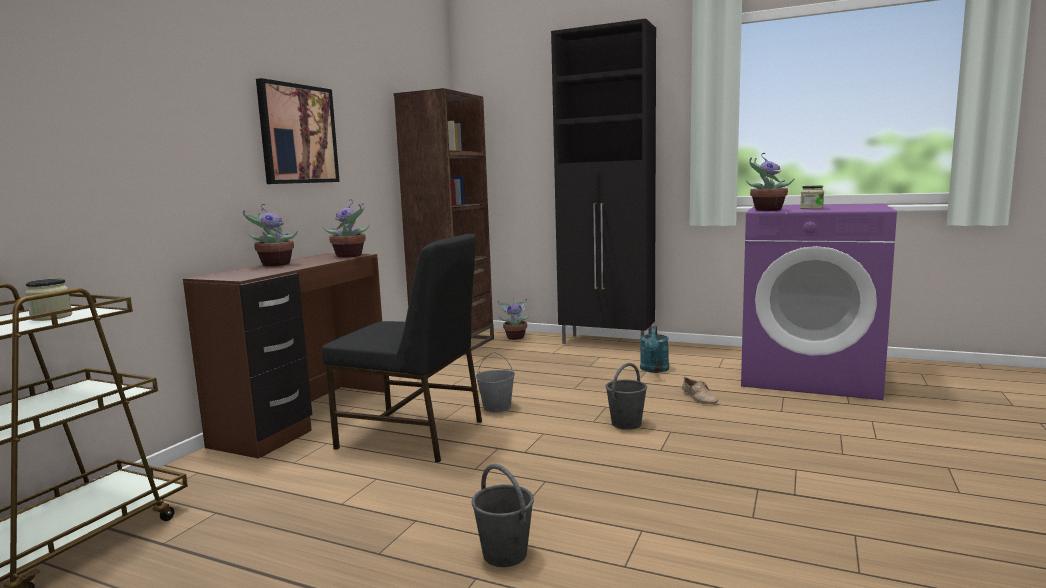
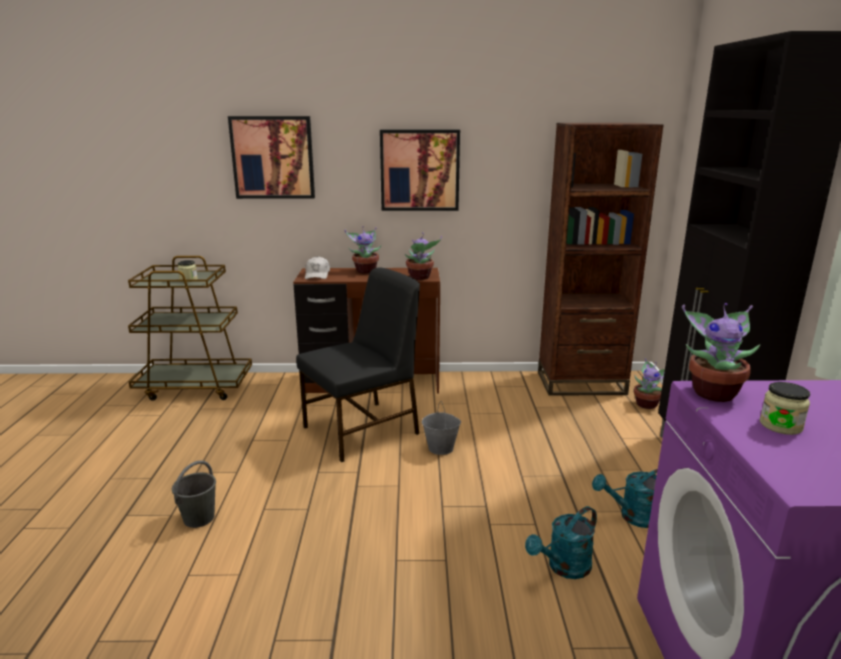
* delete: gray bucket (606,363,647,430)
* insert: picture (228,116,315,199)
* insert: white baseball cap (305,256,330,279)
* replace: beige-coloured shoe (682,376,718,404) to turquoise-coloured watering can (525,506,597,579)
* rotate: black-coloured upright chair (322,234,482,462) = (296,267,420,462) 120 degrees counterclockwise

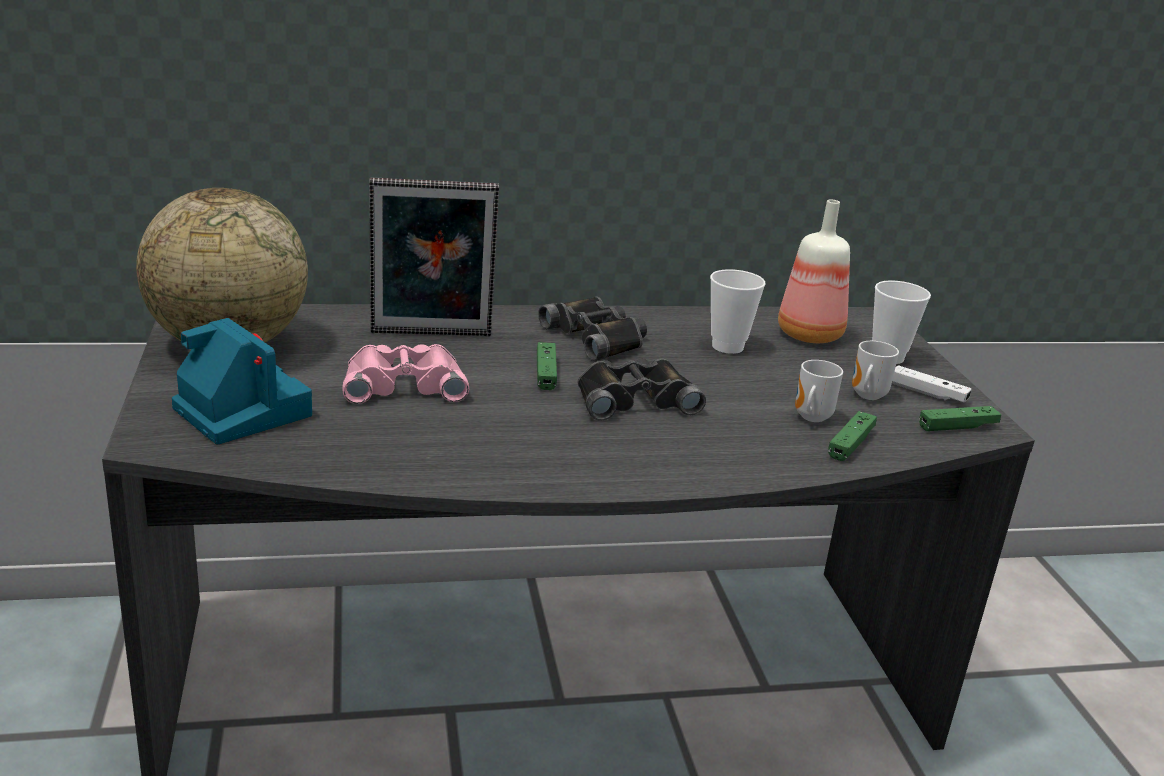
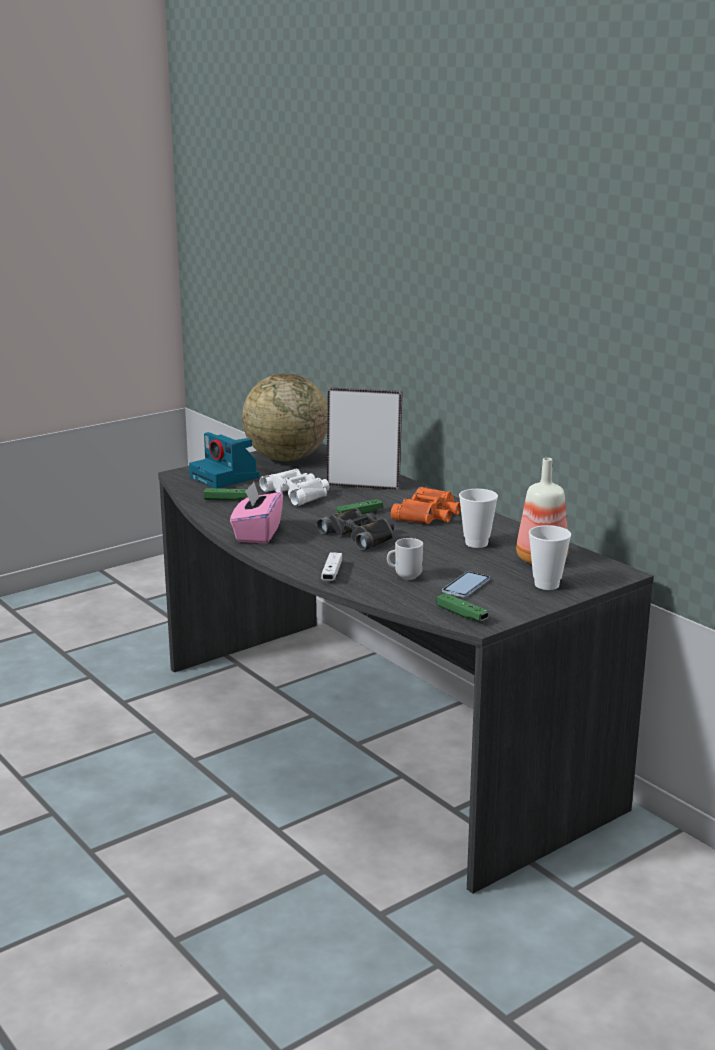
* insert: pink-coloured tissue box (230,482,283,544)
* move: green joypad (828,411,877,461) to (203,488,248,501)
* move: white joypad (892,365,971,402) to (321,552,342,581)
* replace: mug (852,341,899,400) to phone (442,571,490,597)
* recolor: pink-coloured pair of binoculars (342,344,469,404) to white pair of binoculars (259,469,329,506)
* recolor: black-coloured pair of binoculars (538,297,647,361) to orange pair of binoculars (391,487,461,524)
* rotate: still camera (172,318,312,445) = (189,432,260,488) 120 degrees clockwise
* rotate: picture frame (369,178,499,336) = (327,387,402,490) 135 degrees clockwise

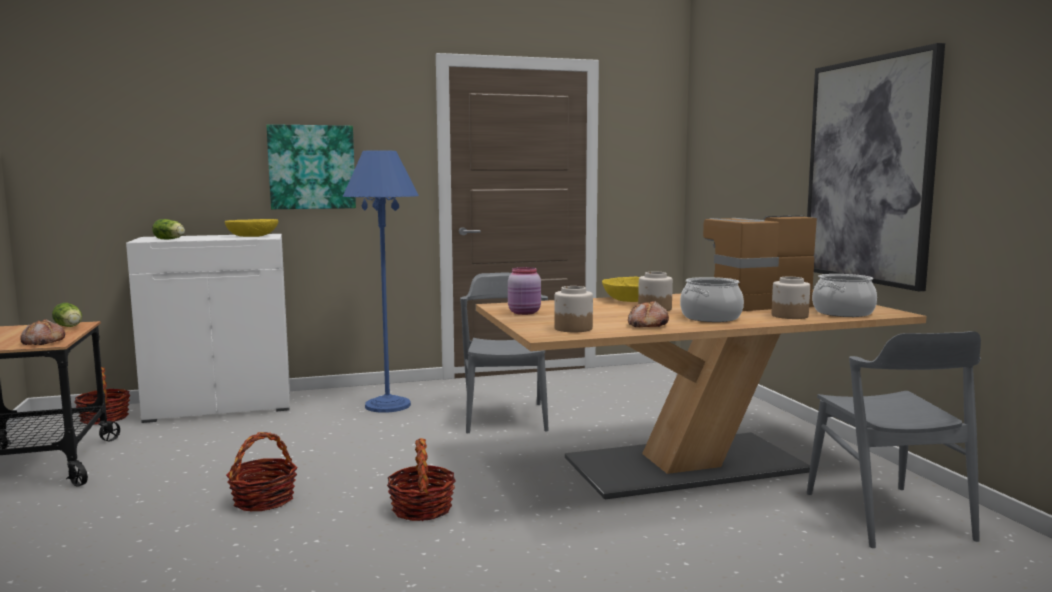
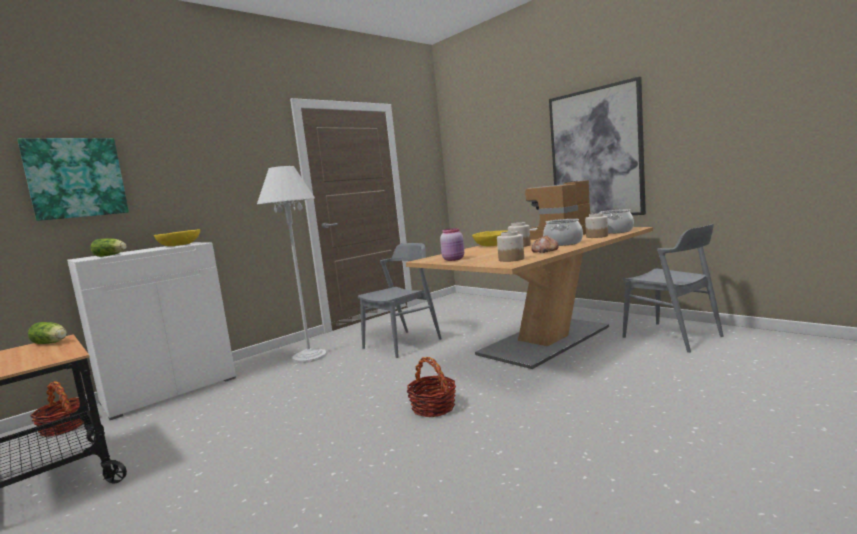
* delete: bakery bread (20,319,65,345)
* delete: storage basket (226,432,298,512)
* move: picture (266,124,356,209) to (17,138,129,221)
* recolor: bluish standing lamp (342,150,419,413) to white standing lamp (257,166,327,363)
* rotate: gray upright chair (460,273,549,433) = (358,243,442,358) 75 degrees clockwise

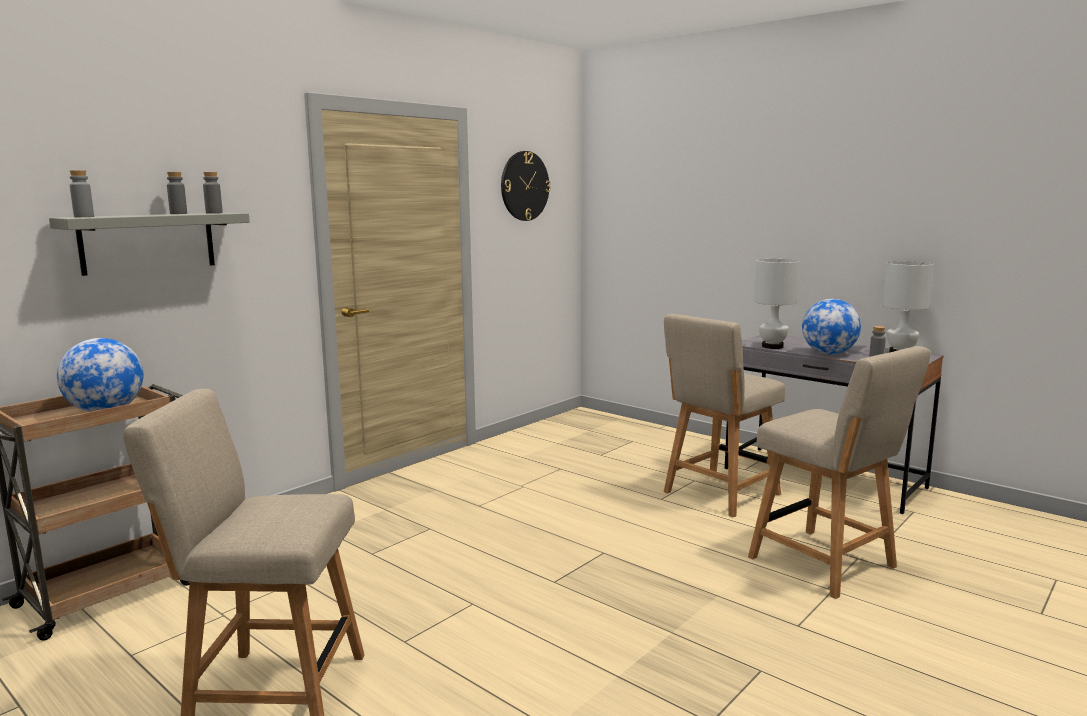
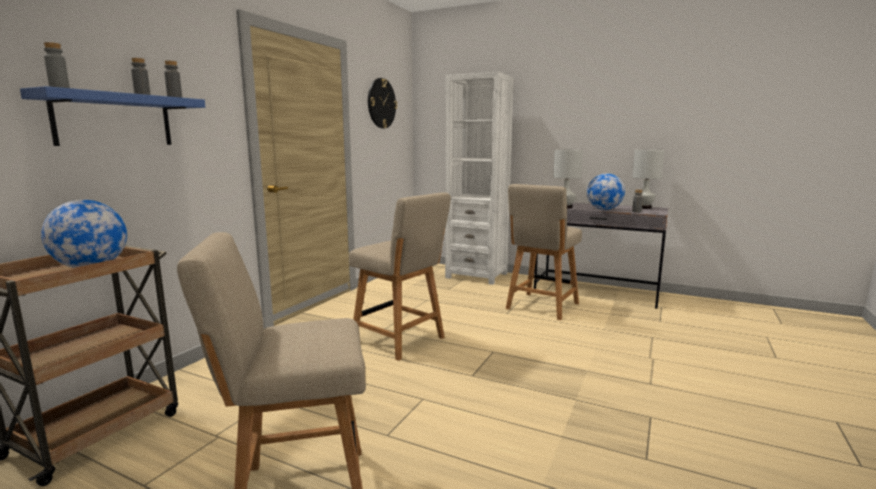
* insert: white bookshelf (445,72,514,285)
* move: beige-coloured upright chair (748,346,931,599) to (349,192,451,361)
* recolor: gray bracket shelf (49,213,250,276) to bluish bracket shelf (20,86,205,146)

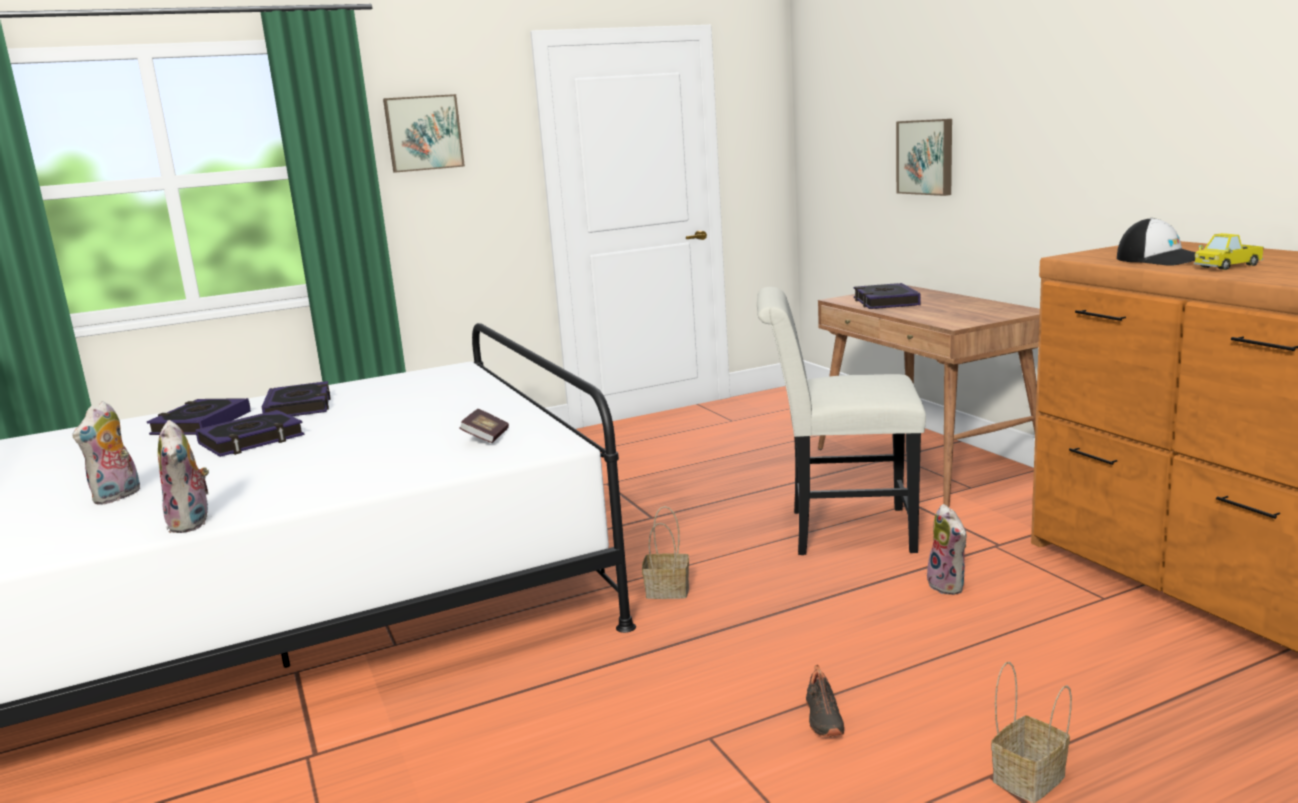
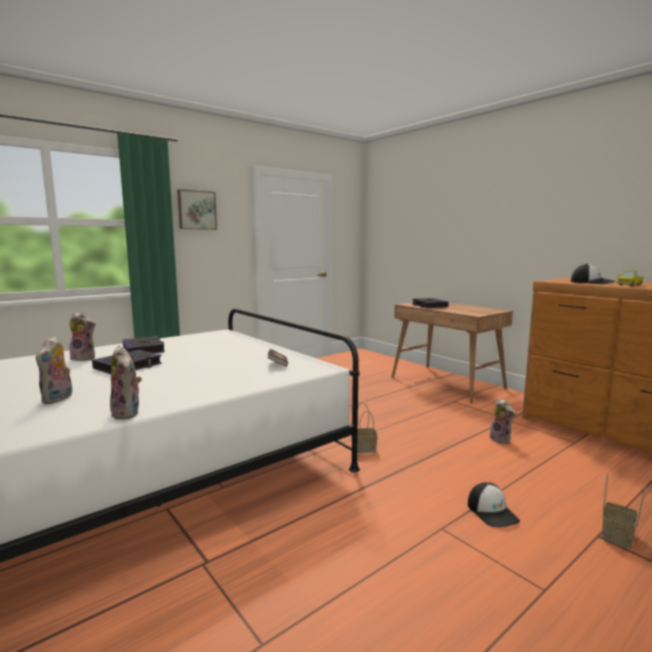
* delete: white upright chair (757,287,926,555)
* delete: picture (896,119,952,196)
* replace: bound book (147,398,251,435) to plush toy (69,312,95,361)
* replace: black-coloured shoe (806,665,844,736) to baseball cap (468,482,520,527)

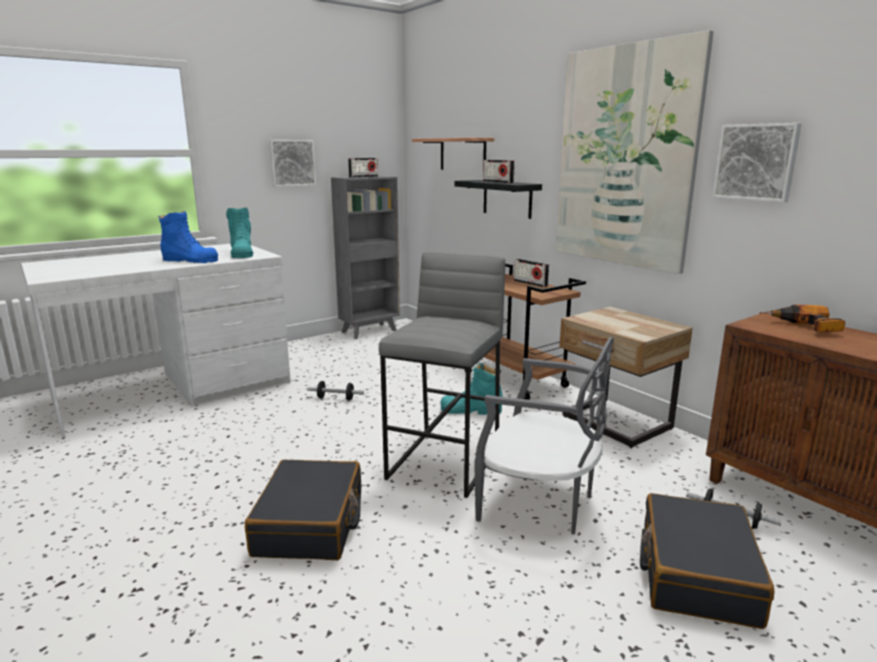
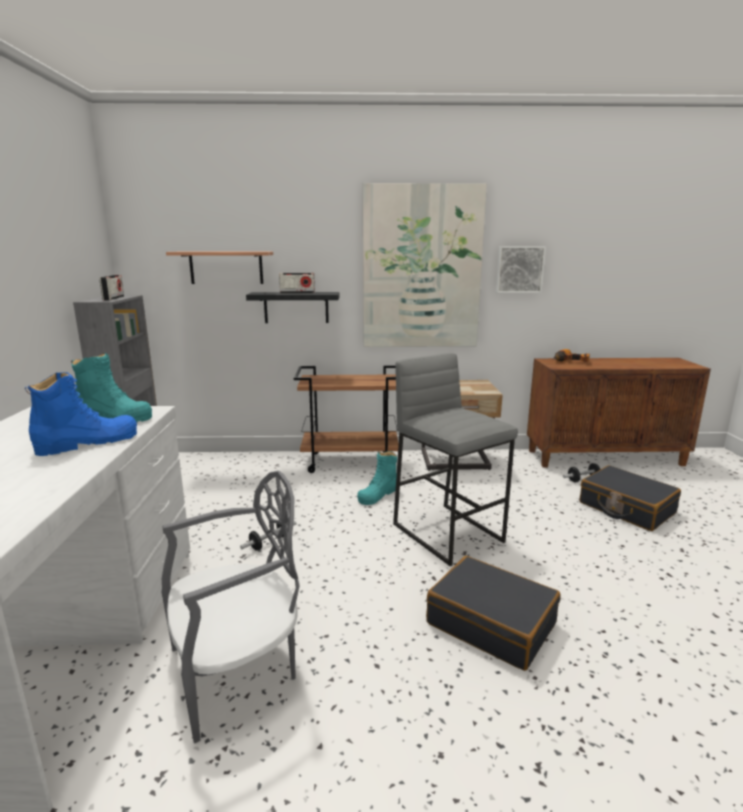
* delete: picture (269,140,316,187)
* delete: radio set (514,259,549,287)
* move: gray upright chair (474,337,614,534) to (162,470,300,743)

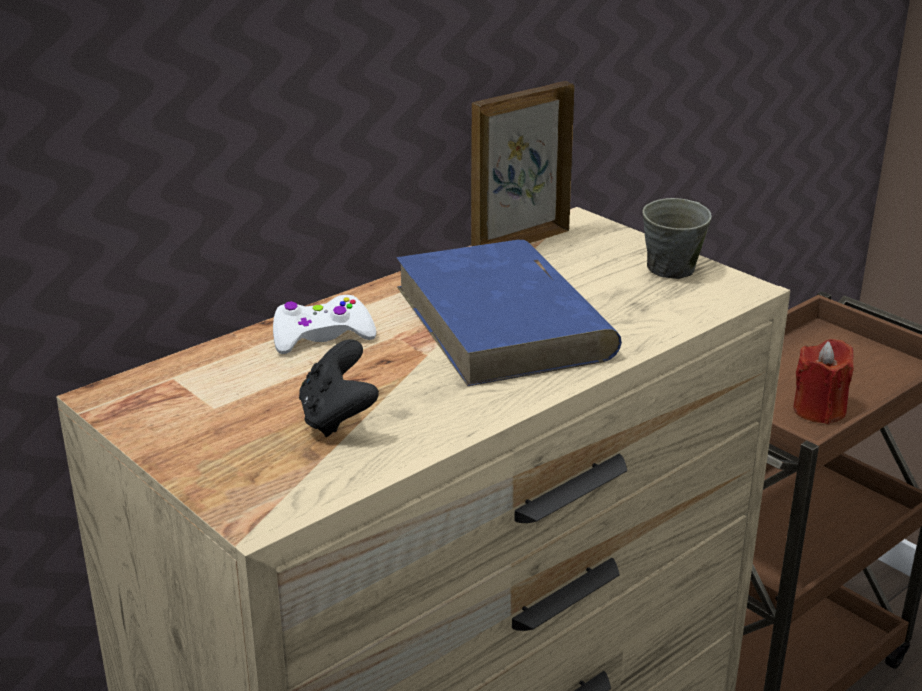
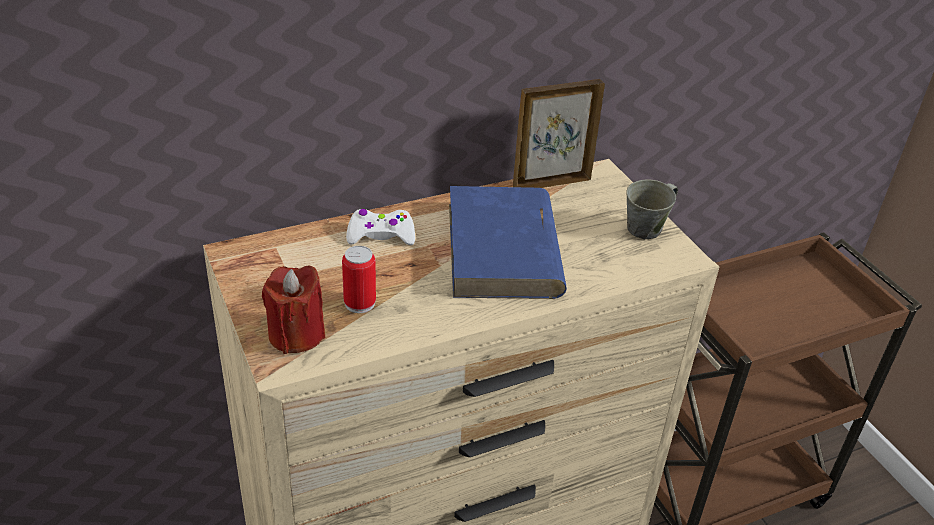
* move: reddish wax candle (793,339,854,424) to (262,265,326,354)
* replace: black-coloured joypad (299,339,379,437) to can (342,246,376,313)

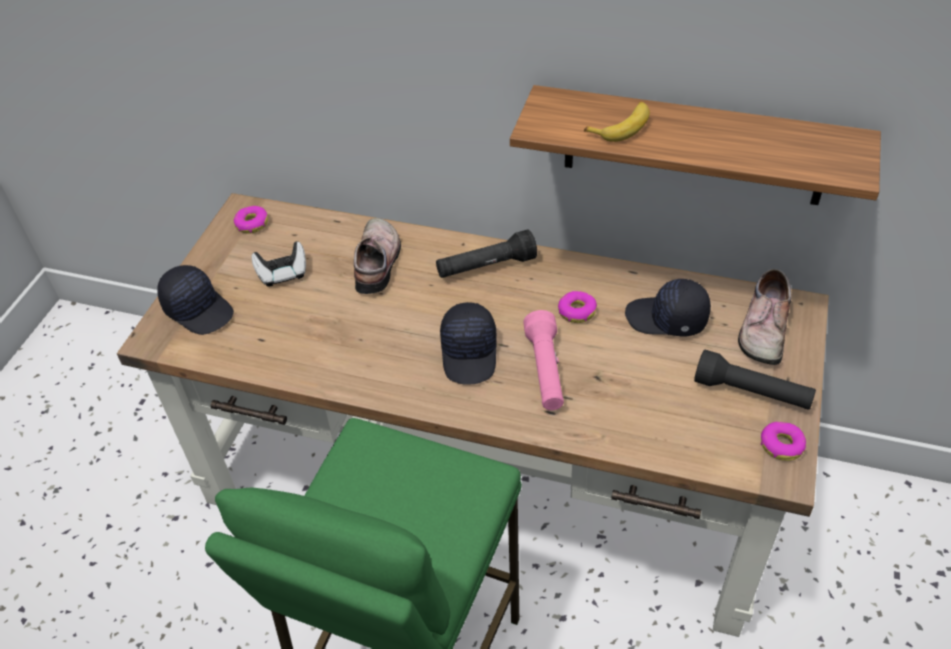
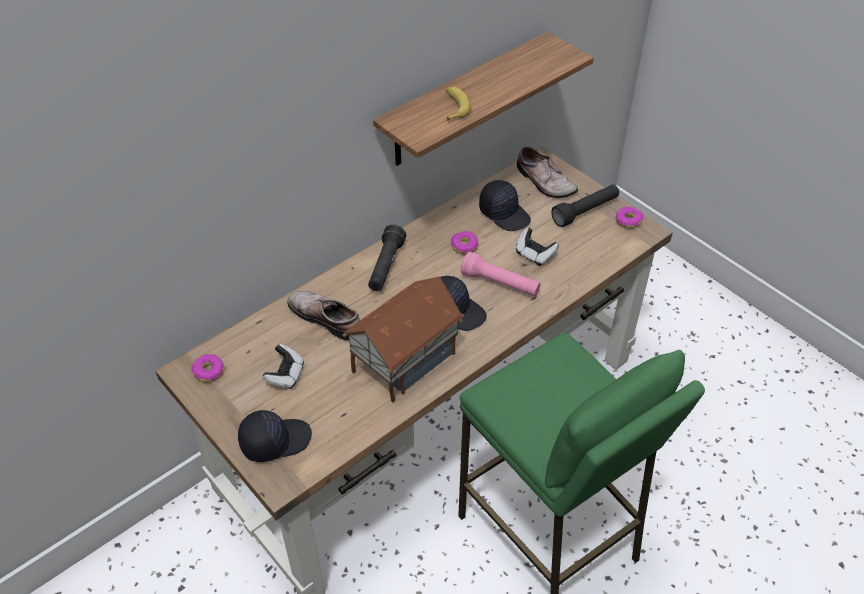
* insert: miniature house (343,277,464,402)
* insert: joypad (516,227,559,266)
* rotate: black-coloured baseball cap (625,279,711,336) = (479,180,531,231) 90 degrees counterclockwise

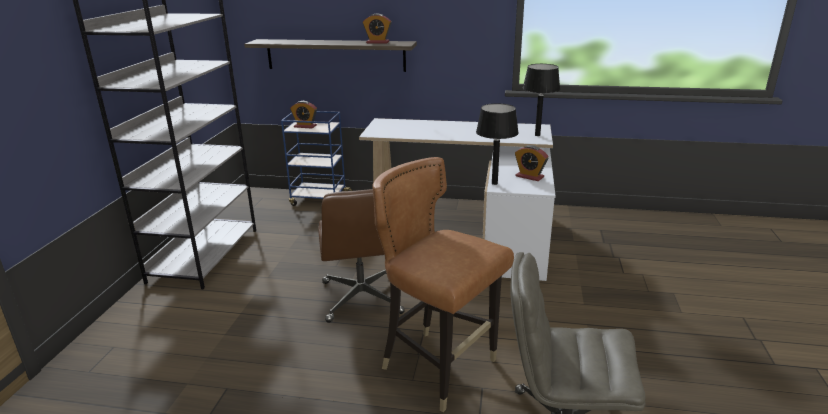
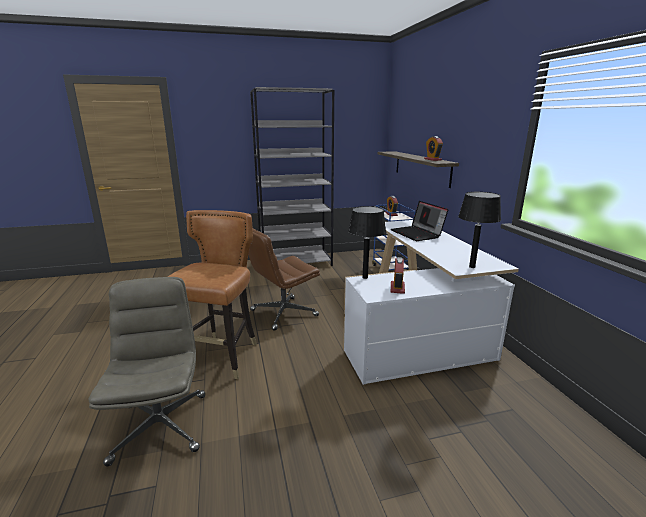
* insert: portable computer (391,201,448,241)

